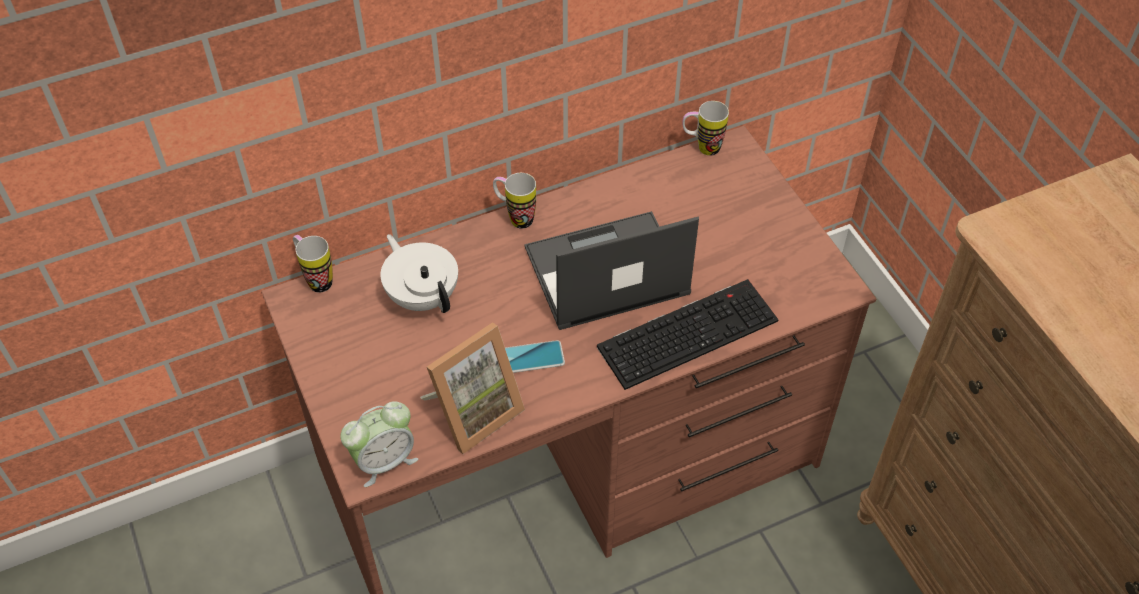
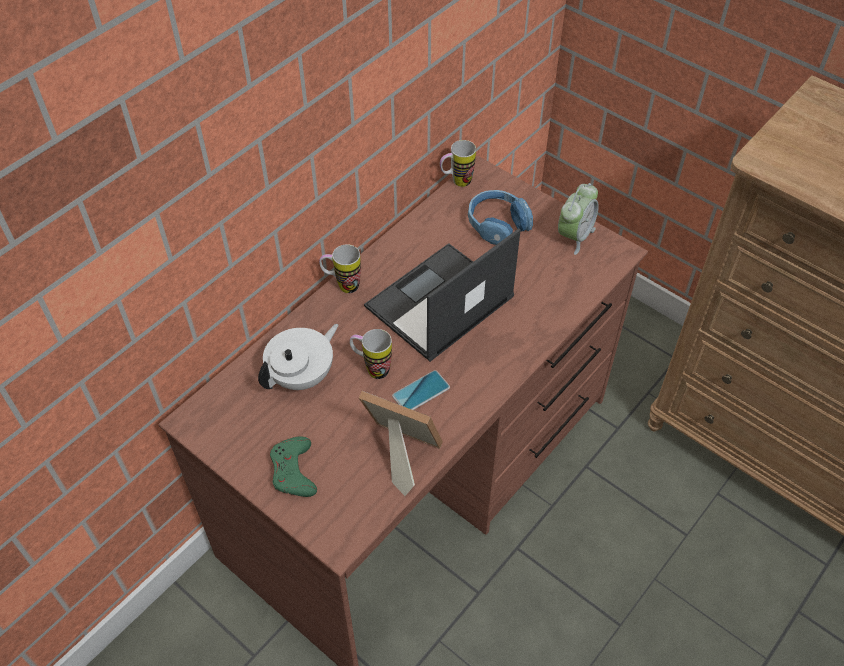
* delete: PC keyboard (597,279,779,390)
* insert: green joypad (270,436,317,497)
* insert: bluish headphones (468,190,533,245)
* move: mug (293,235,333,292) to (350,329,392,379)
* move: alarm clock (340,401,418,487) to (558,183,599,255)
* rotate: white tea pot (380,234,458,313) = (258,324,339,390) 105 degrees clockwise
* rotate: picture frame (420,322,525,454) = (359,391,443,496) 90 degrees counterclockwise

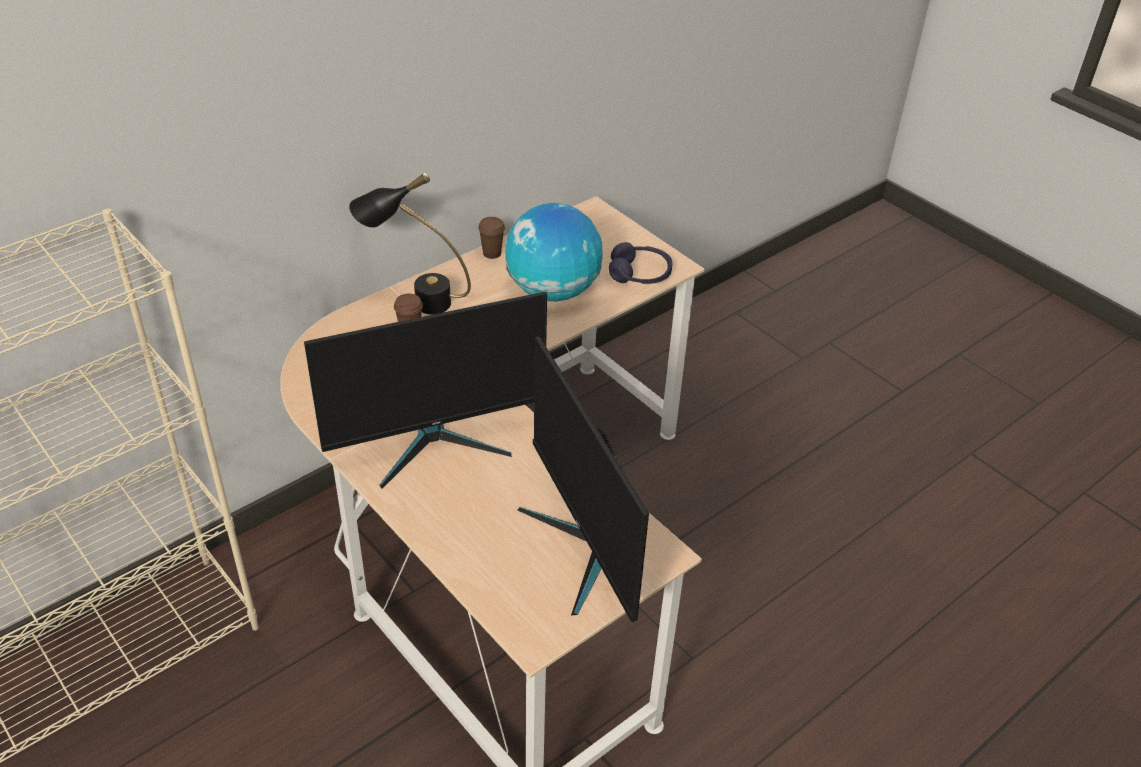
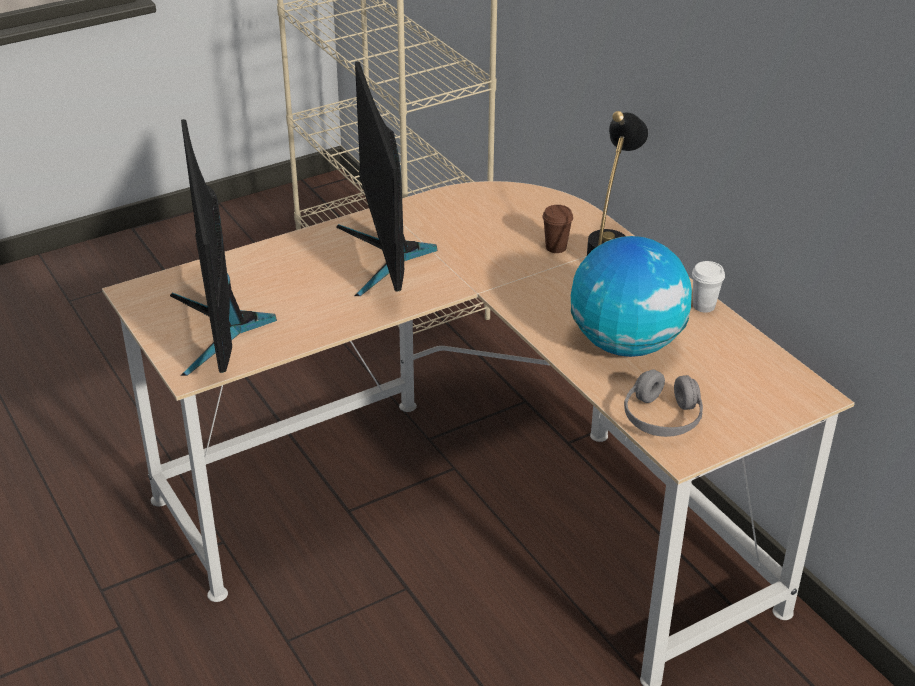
* recolor: brownish small cup (478,217,505,259) to white small cup (692,261,725,313)
* recolor: purple-coloured headphones (609,242,672,284) to gray headphones (624,369,703,437)
* rotate: monitor (517,337,649,622) = (170,119,277,376) 90 degrees counterclockwise

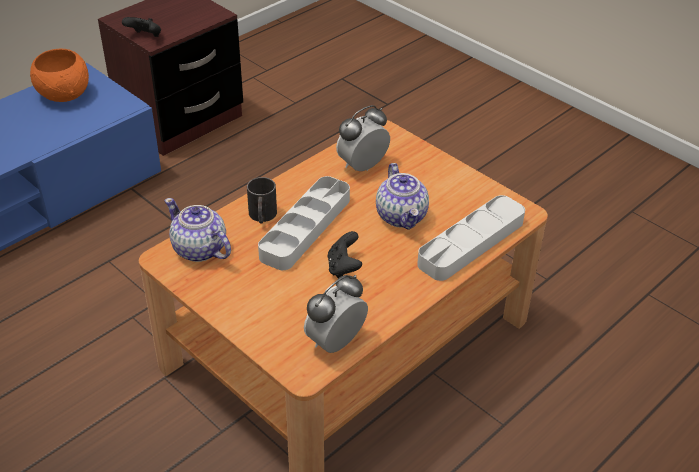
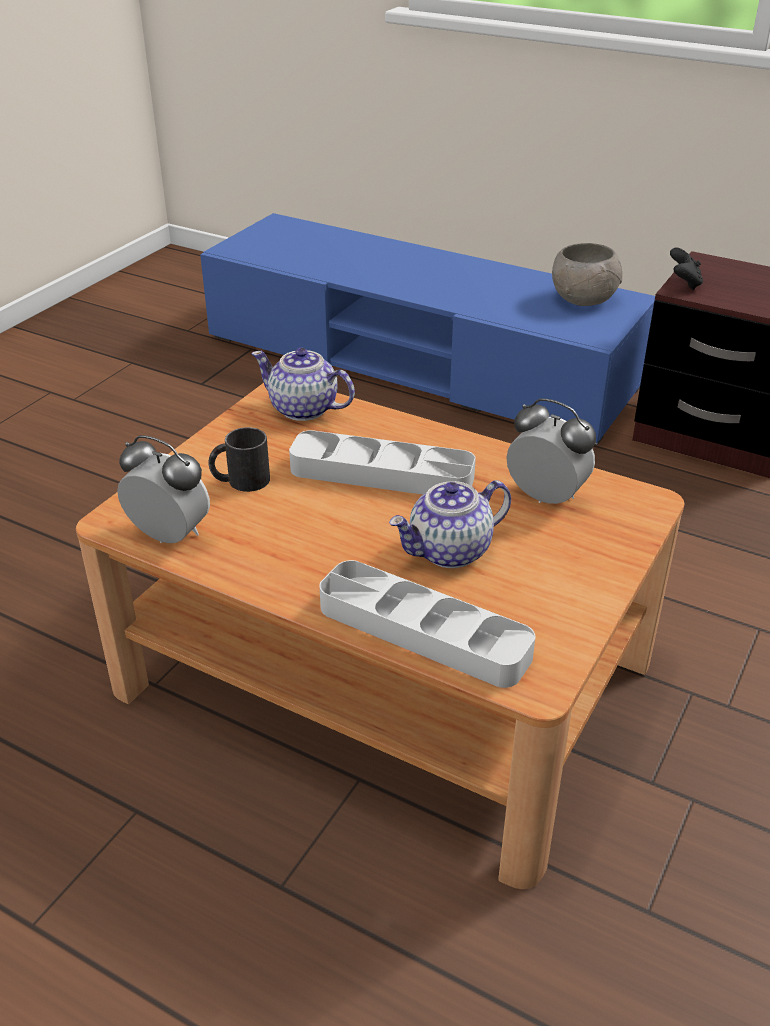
* delete: black-coloured joypad (328,231,362,278)
* move: black-coloured mug (247,177,277,223) to (209,427,270,492)
* recolor: orange serving bowl (30,49,89,102) to gray serving bowl (552,243,622,306)
* rotate: tea pot (165,198,231,262) = (251,348,355,421) 90 degrees counterclockwise

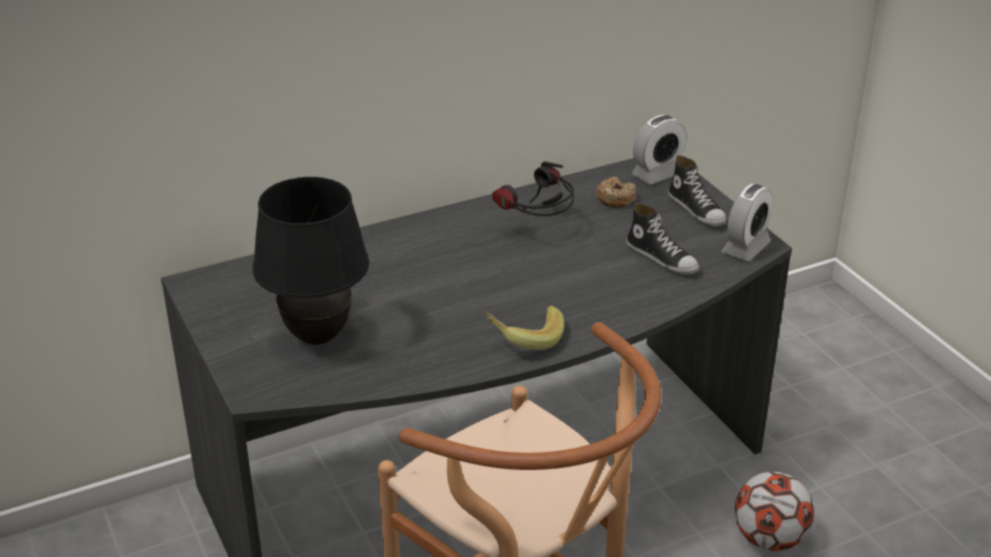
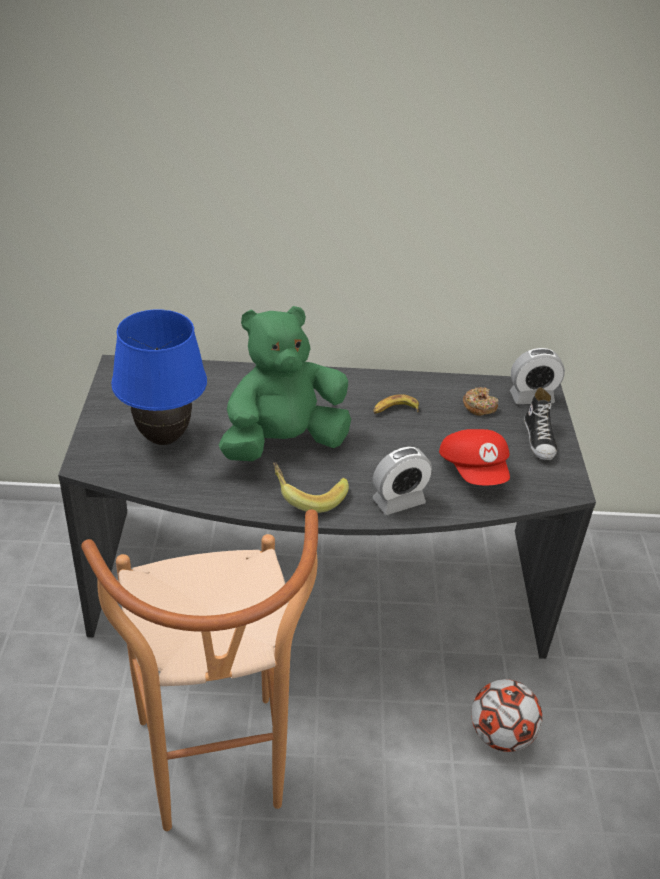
* insert: green plush toy (219,306,351,461)
* move: alarm clock (722,184,773,262) to (372,447,432,515)
* replace: headphones (492,161,574,216) to banana (373,394,419,414)
* replace: shoe (626,203,699,274) to reddish baseball cap (439,429,510,485)
* recolor: black-coloured lamp for a table (252,177,369,345) to bluish lamp for a table (111,309,207,445)

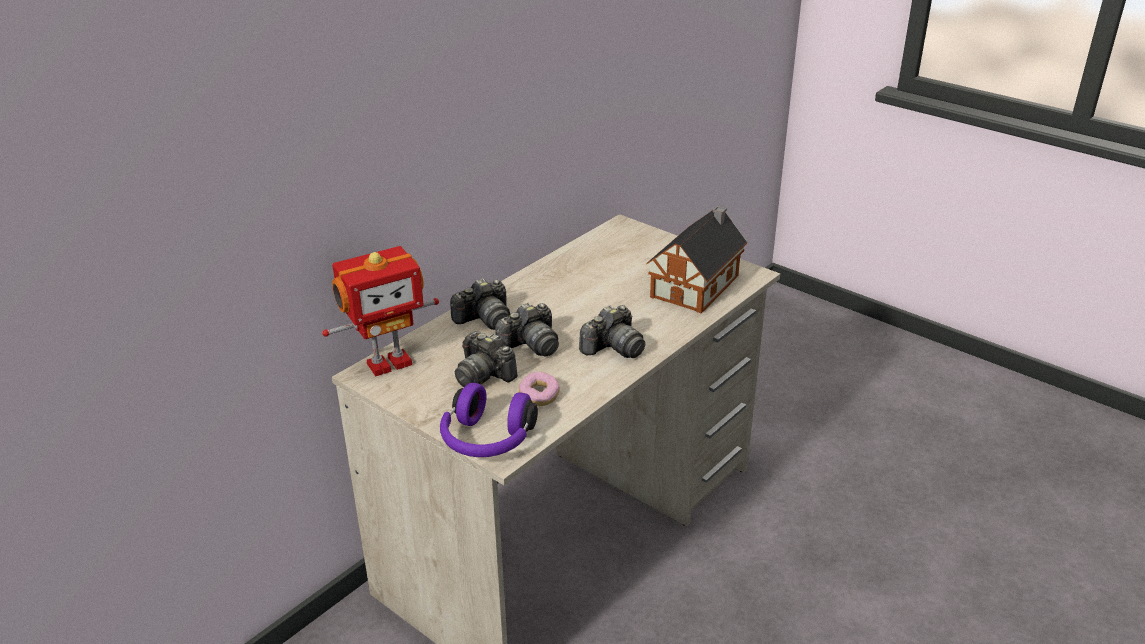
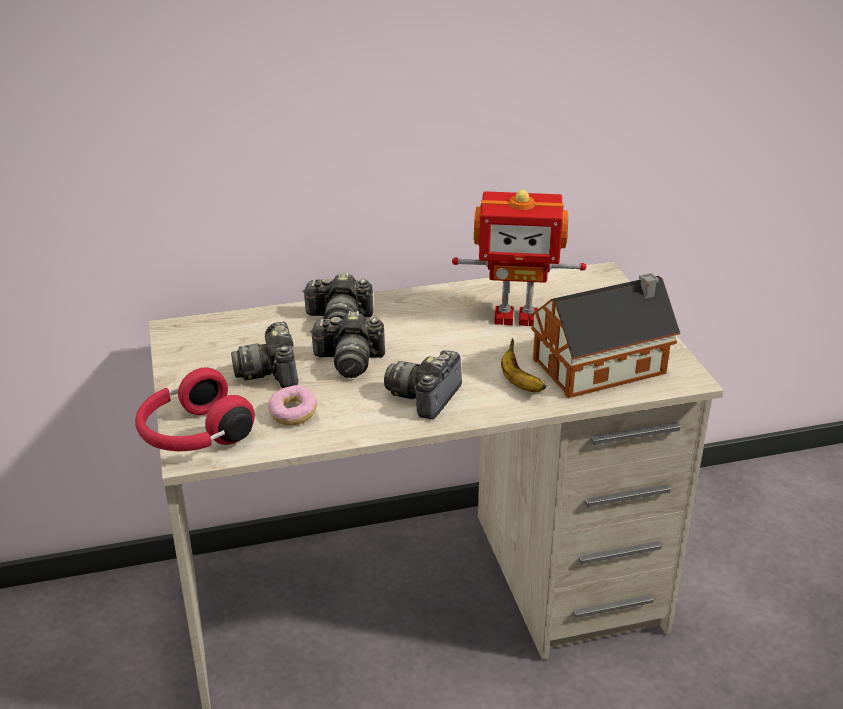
* insert: banana (501,338,547,392)
* move: model robot (322,246,439,376) to (452,190,587,326)
* recolor: purple-coloured headphones (440,383,538,457) to reddish headphones (135,367,255,451)
* rotate: still camera (579,305,645,358) = (384,351,462,419) 120 degrees clockwise

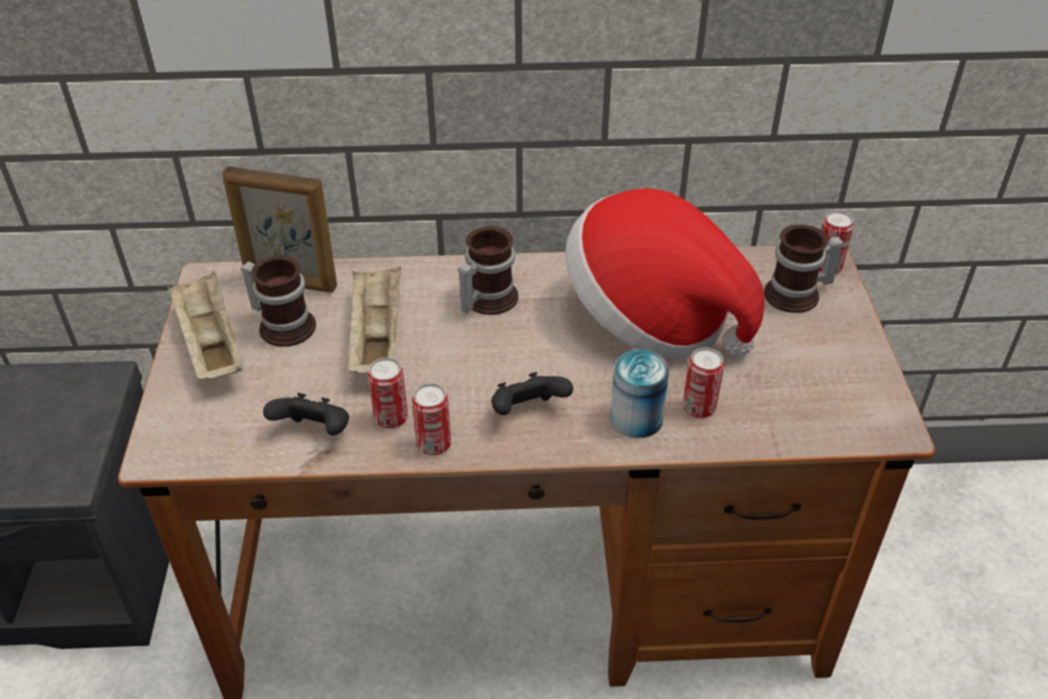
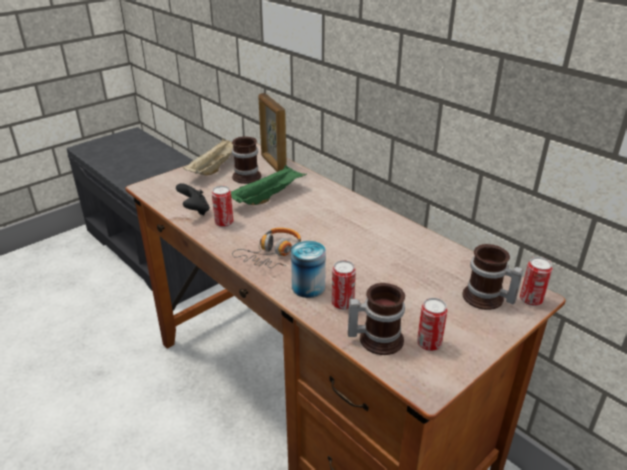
* delete: wearable hat (565,188,764,360)
* move: can (412,383,451,455) to (417,298,448,351)
* move: mug (458,226,519,315) to (348,283,405,355)
* replace: black-coloured joypad (491,372,573,415) to headphones (232,228,301,268)
* recolor: beige-coloured serving tray (348,266,401,373) to green serving tray (231,165,307,205)

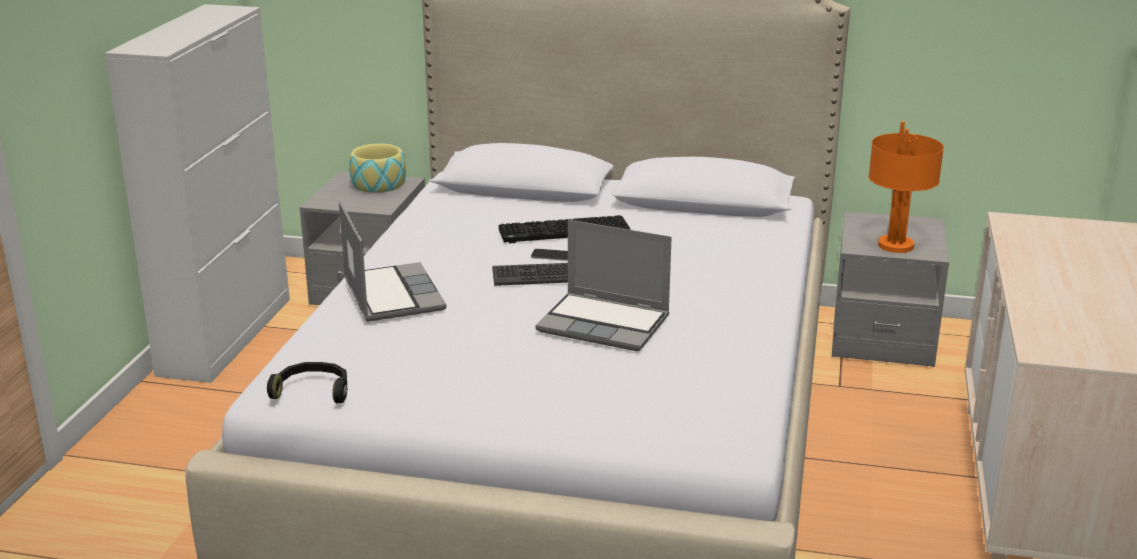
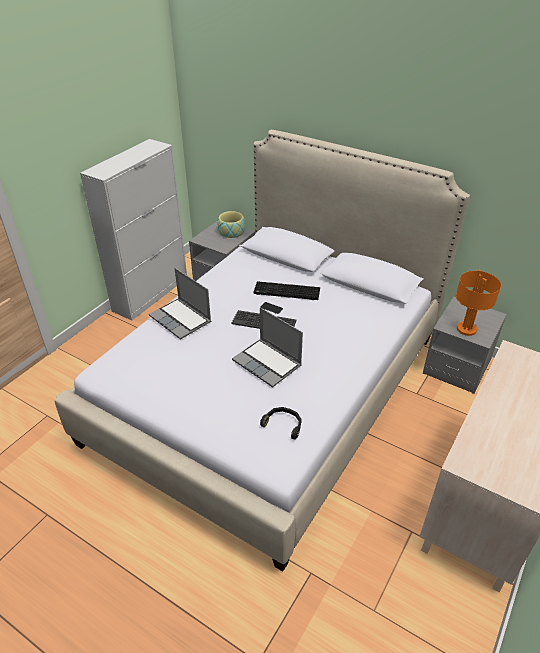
* move: black-coloured headphones (267,362,347,403) to (260,407,302,440)
* rotate: portable computer (339,201,447,322) = (149,268,211,340) 135 degrees clockwise

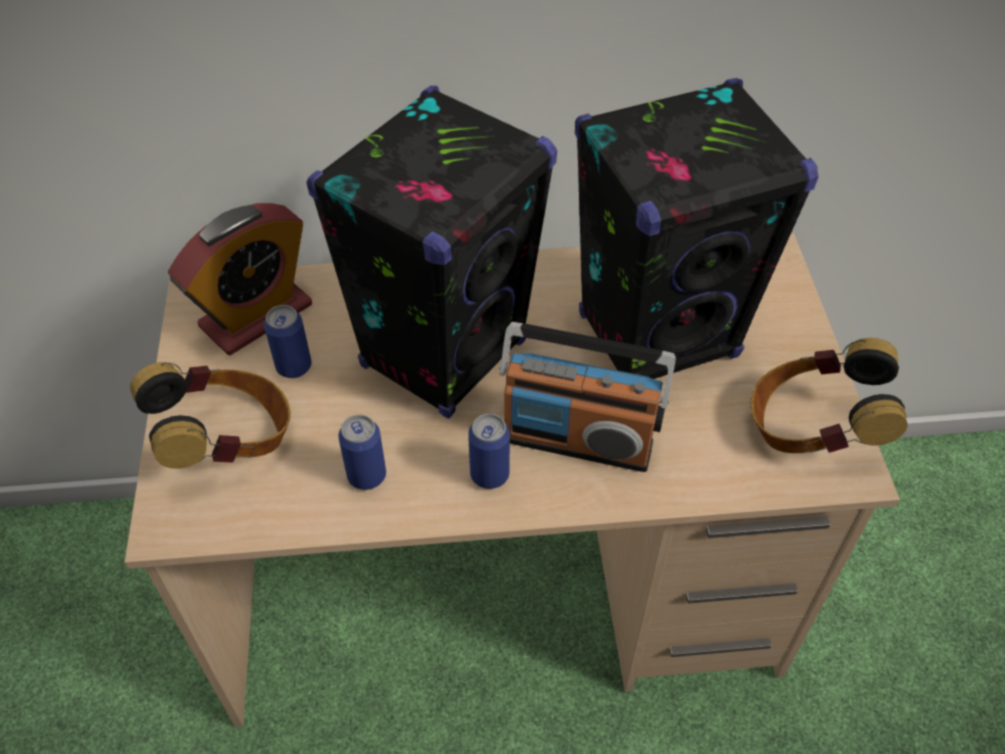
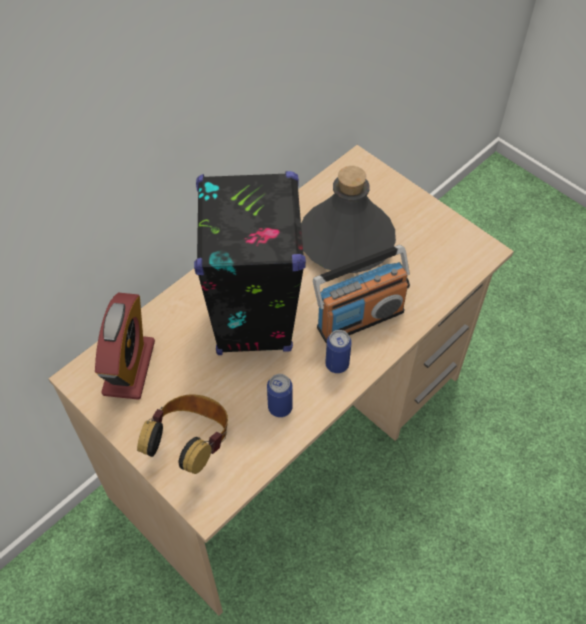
* delete: can (264,305,312,378)
* delete: headphones (750,338,908,453)
* replace: black-coloured speaker (575,78,819,379) to gray drink bottle (301,166,396,273)

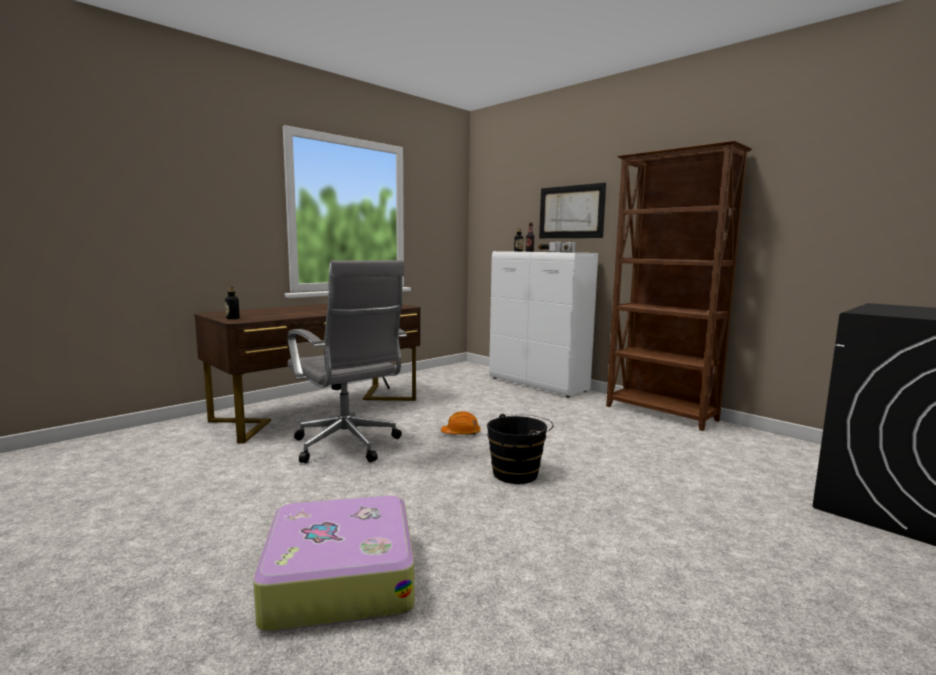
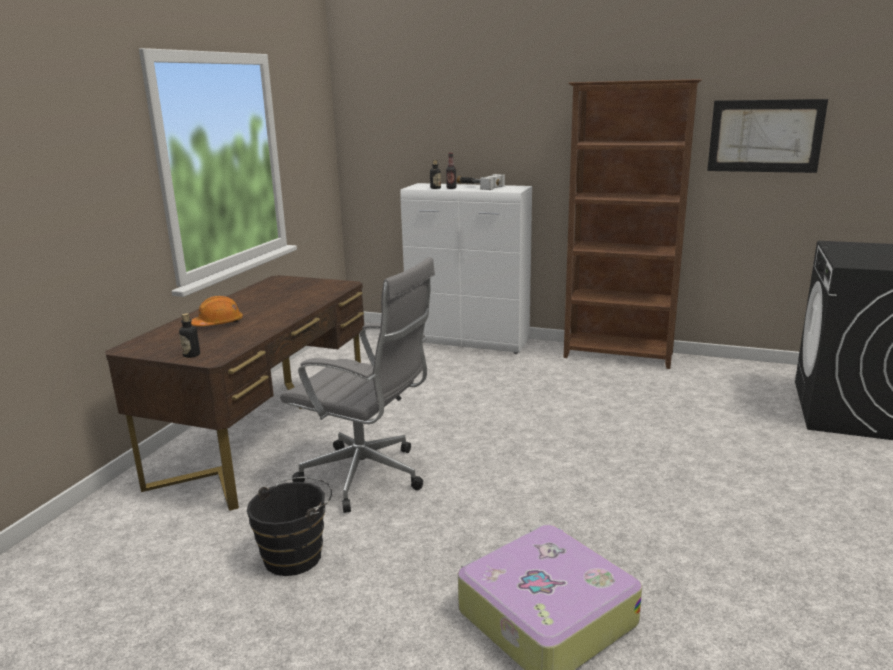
* move: orange hard hat (441,411,480,435) to (191,296,243,326)
* move: black-coloured bucket (487,414,553,484) to (247,477,332,576)
* move: picture (539,183,606,238) to (707,99,828,173)

